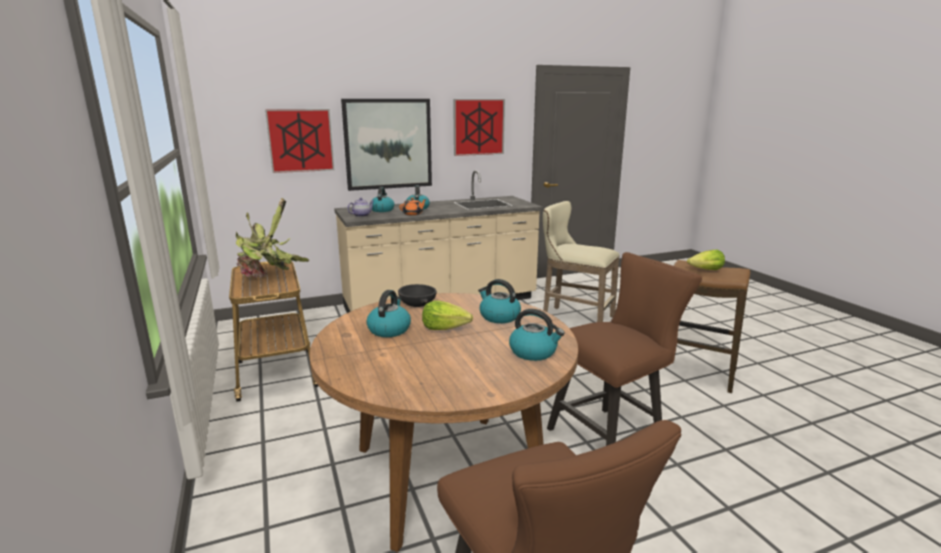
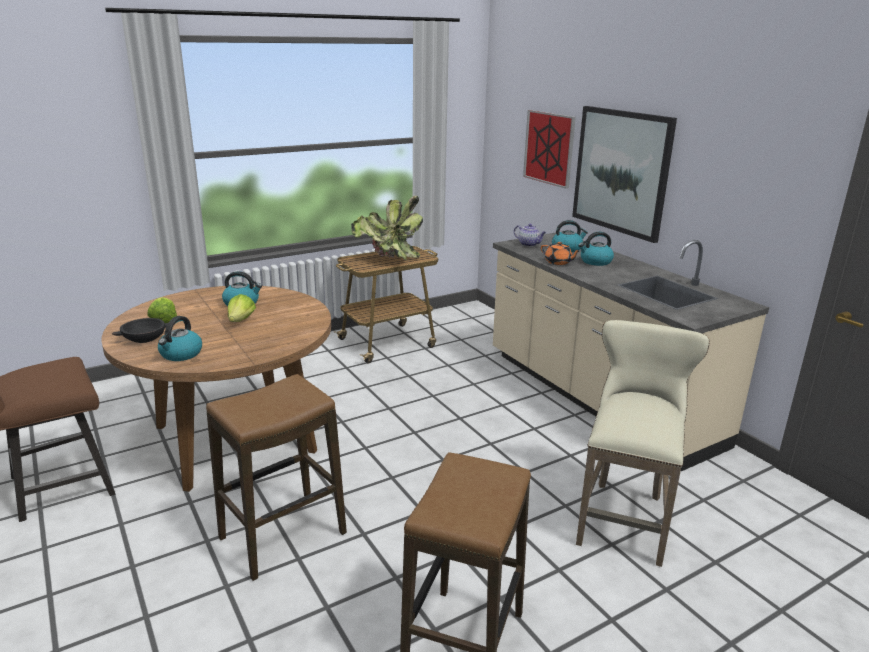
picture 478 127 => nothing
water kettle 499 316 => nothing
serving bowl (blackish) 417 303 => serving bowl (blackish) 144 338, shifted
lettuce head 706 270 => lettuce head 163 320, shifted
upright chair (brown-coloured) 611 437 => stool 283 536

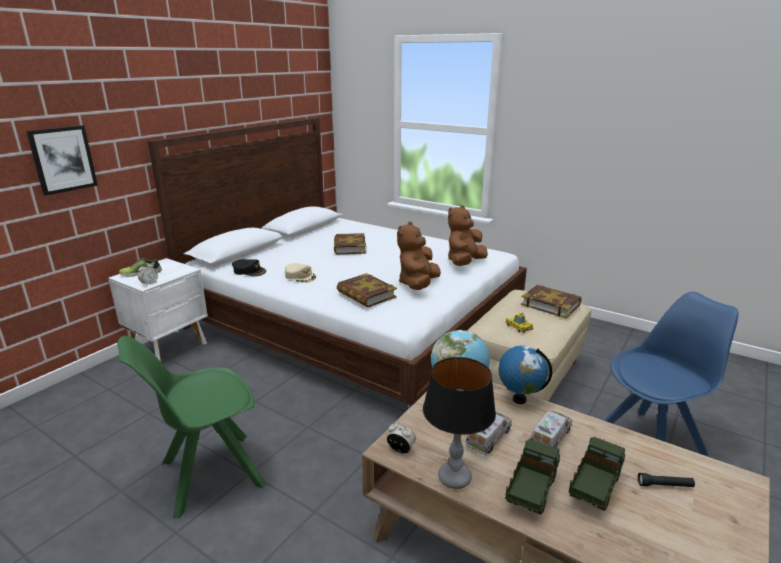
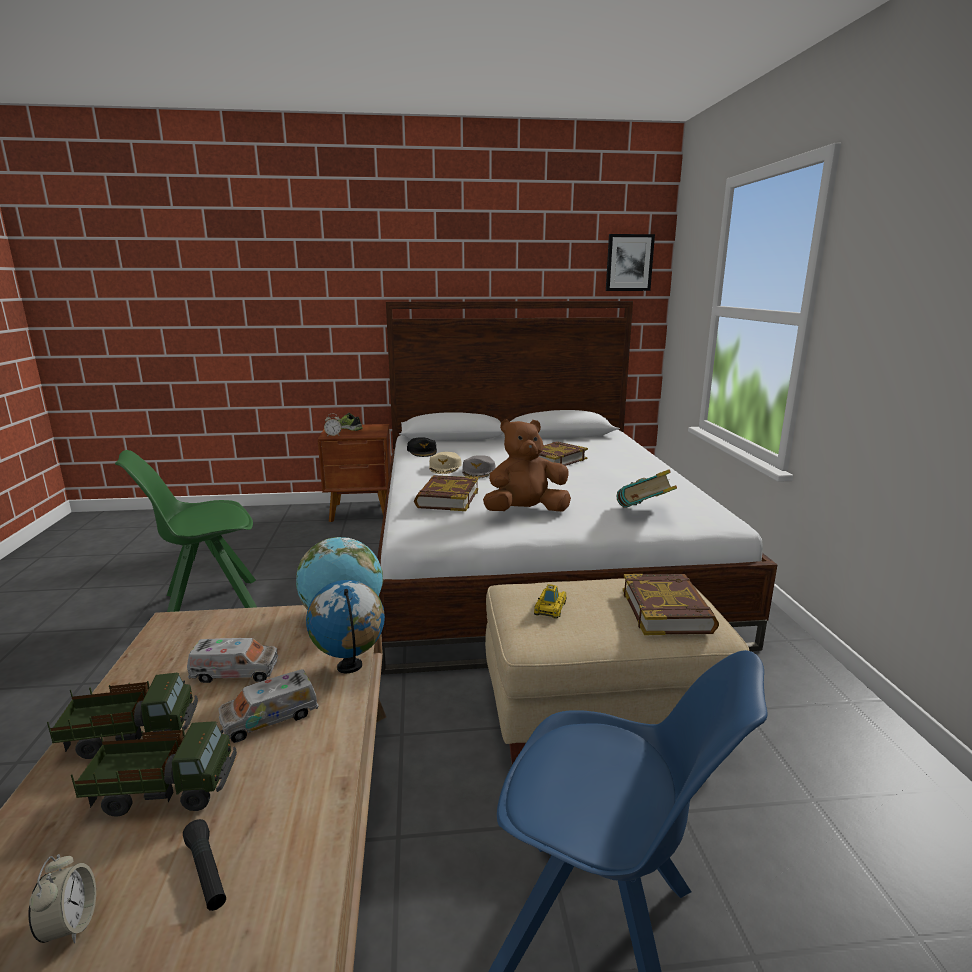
table lamp 454 478 => nothing
nothing => cap (grey) 478 471
picture 62 159 => picture 629 263, shifted
alarm clock 401 449 => alarm clock 70 925, shifted
plush toy (brown-coloured) 464 263 => book 643 514
nightstand (white) 170 347 => nightstand (brown-coloured) 362 512
upright chair (greenish) 209 474 => upright chair (greenish) 208 606, 45 degrees counterclockwise
toy lorry 550 438 => toy lorry 270 718, 150 degrees clockwise

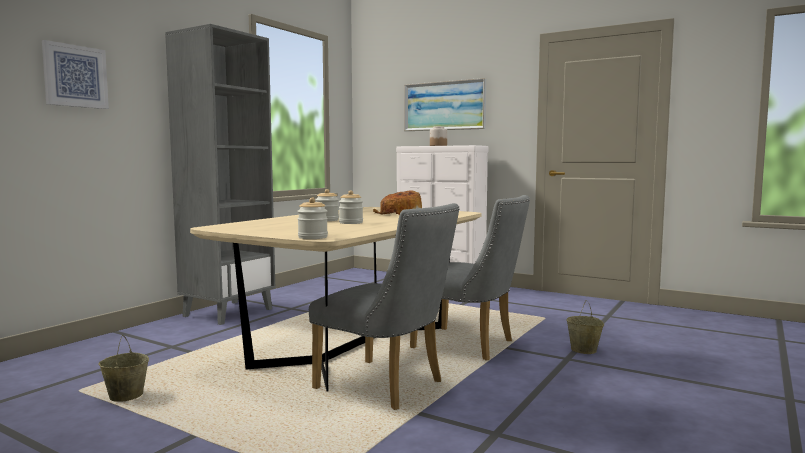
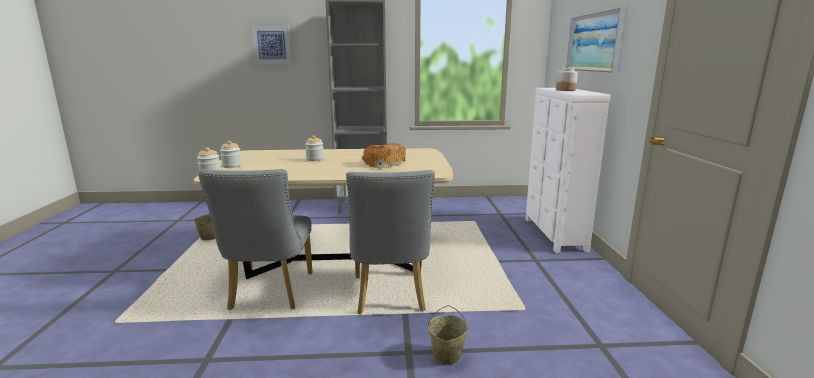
storage jar 351 223 => storage jar 232 166, shifted

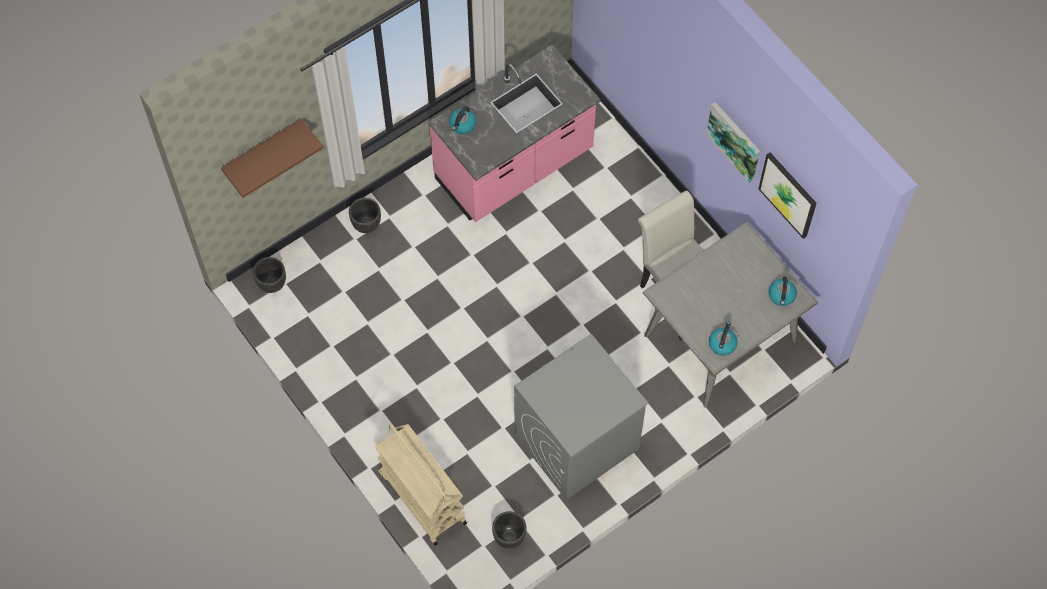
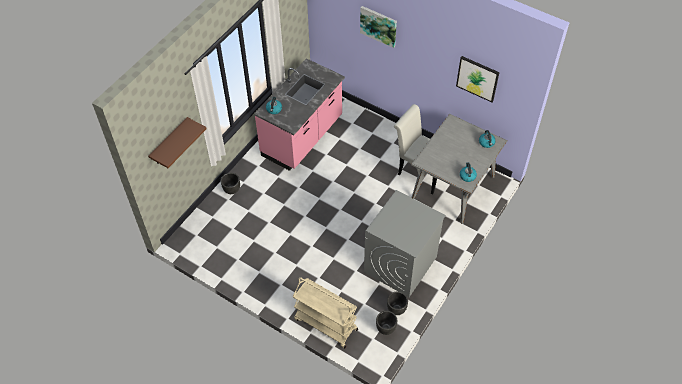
flower pot (blackish) 272 283 => flower pot (blackish) 396 309, shifted
picture 735 141 => picture 378 26, shifted

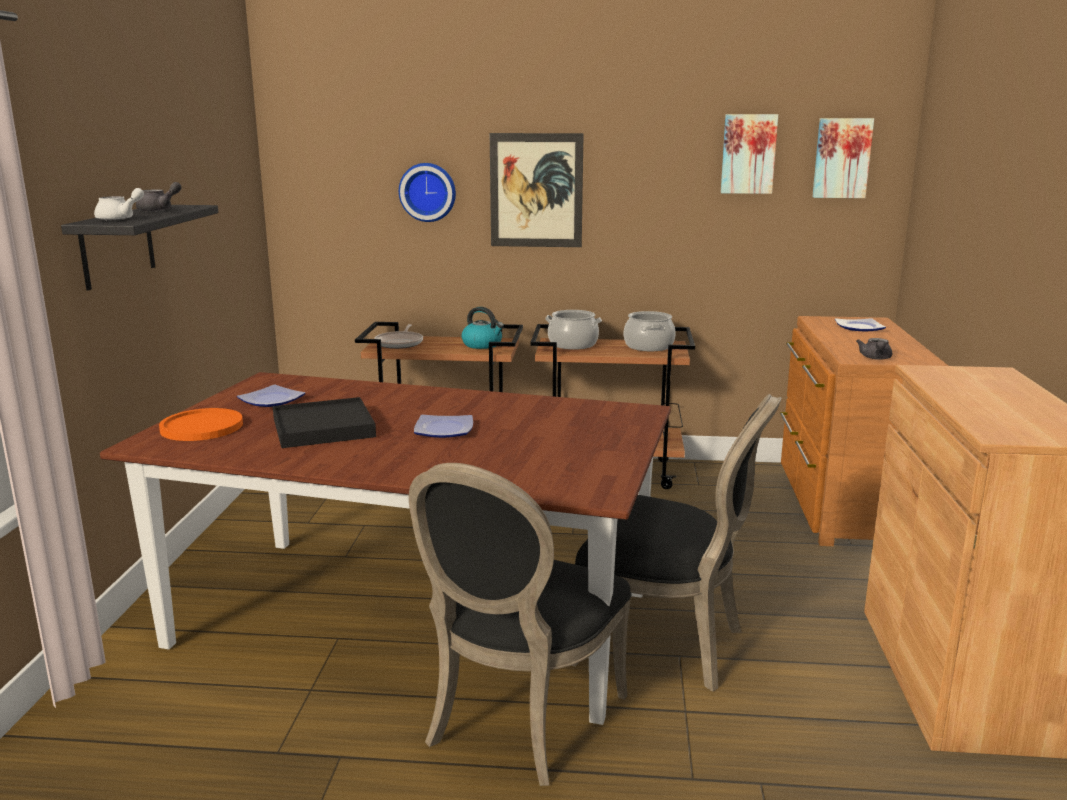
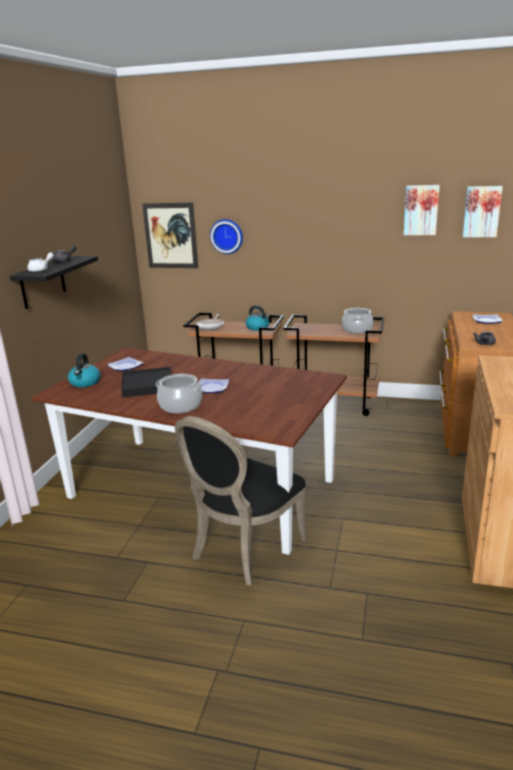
upright chair (blackish) 667 644 => nothing
picture 536 190 => picture 170 236, shifted
saucepot 572 344 => saucepot 180 406, shifted
dinner plate (orange) 201 427 => water kettle 85 383

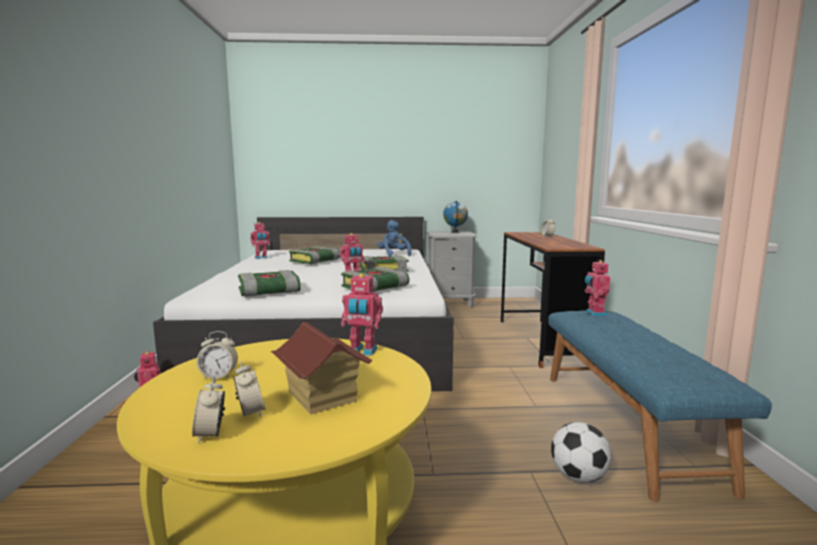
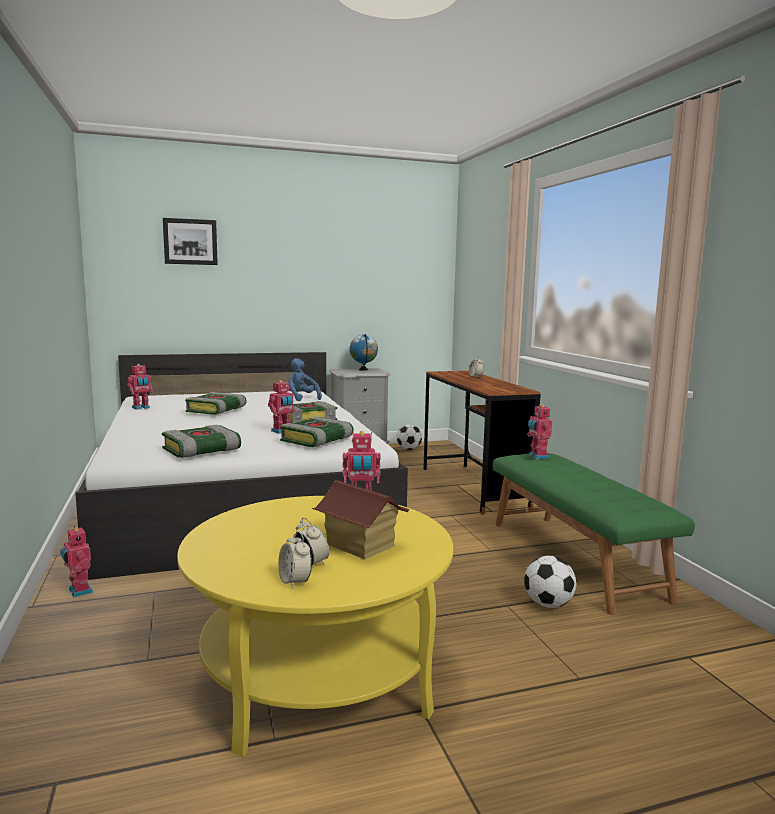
alarm clock 219 376 => nothing
nothing => picture 190 242
nothing => football 408 449
indoor bench (bluish) 626 425 => indoor bench (greenish) 575 558

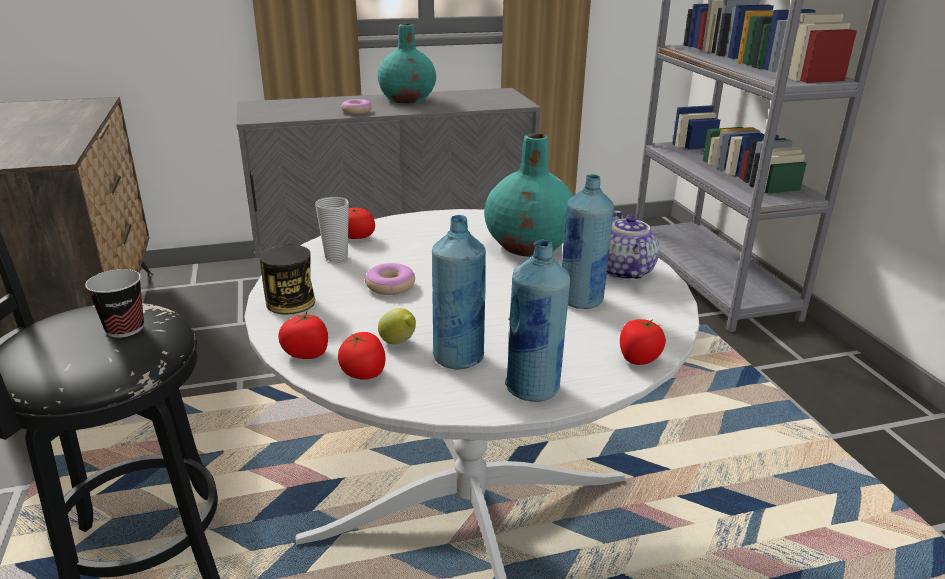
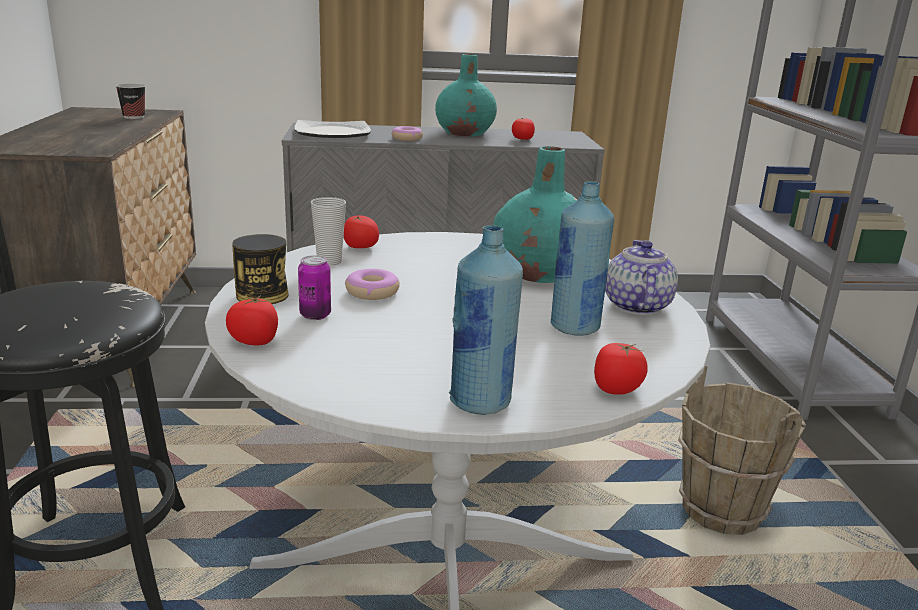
lemon 399 343 => nothing
drink bottle (bluish) 458 357 => nothing
nothing => dinner plate 333 133
nothing => sealed can 315 315
nothing => water bucket (brown-coloured) 721 511
cup 125 329 => cup 134 117, shifted
whole tomato 363 374 => whole tomato 522 139, shifted

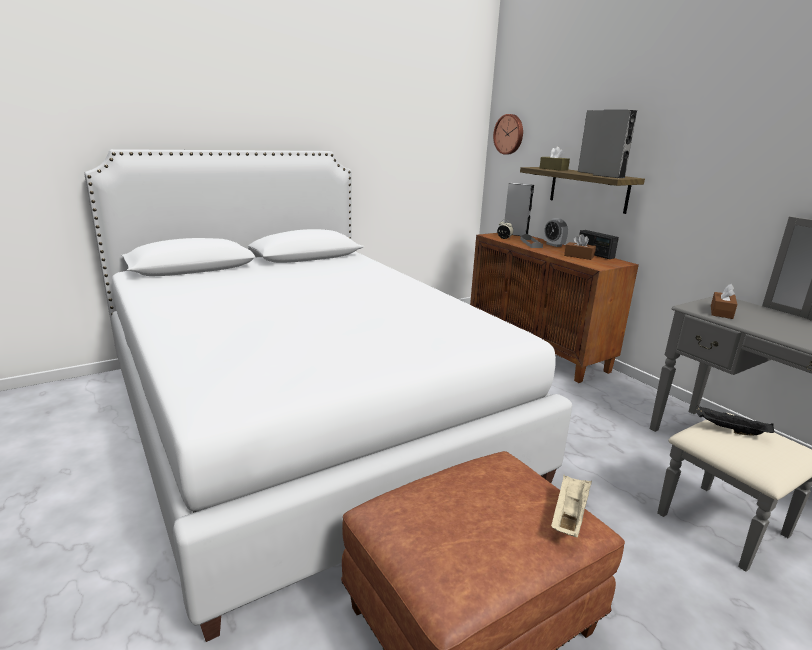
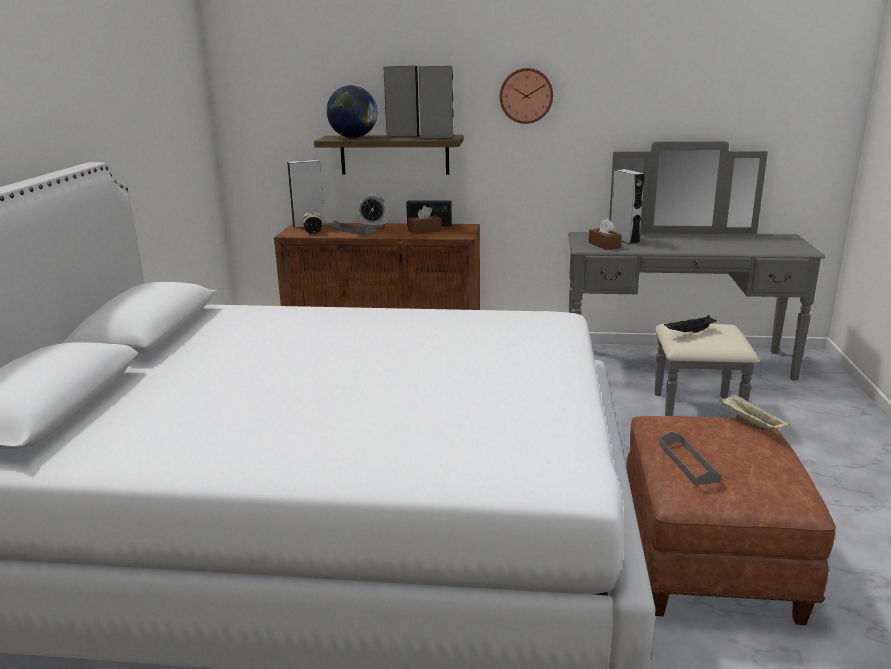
nothing => loudspeaker (grey) 624 239
nothing => serving tray (grey) 688 462
wall clock 509 134 => wall clock 526 95, shifted
tissue box (brown-coloured) 553 169 => globe 353 137

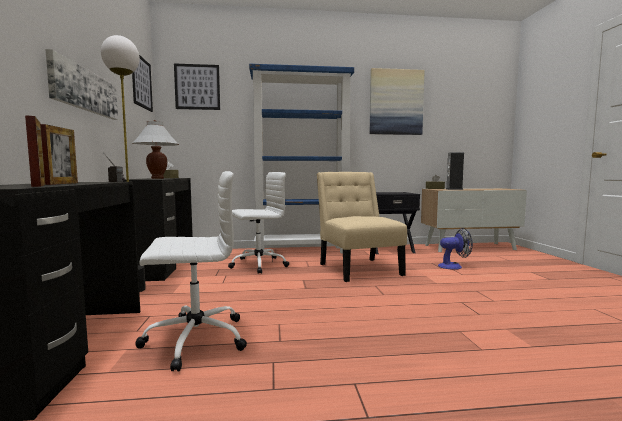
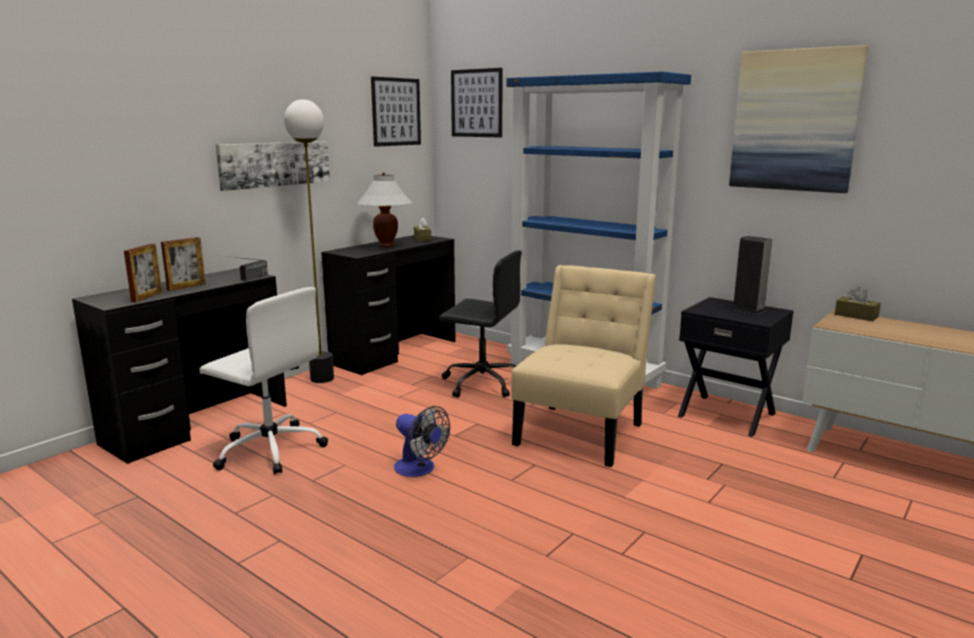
electric fan 454 266 => electric fan 420 469, shifted
loudspeaker 454 189 => loudspeaker 748 309, shifted
computer chair (white) 257 265 => computer chair (blackish) 481 383

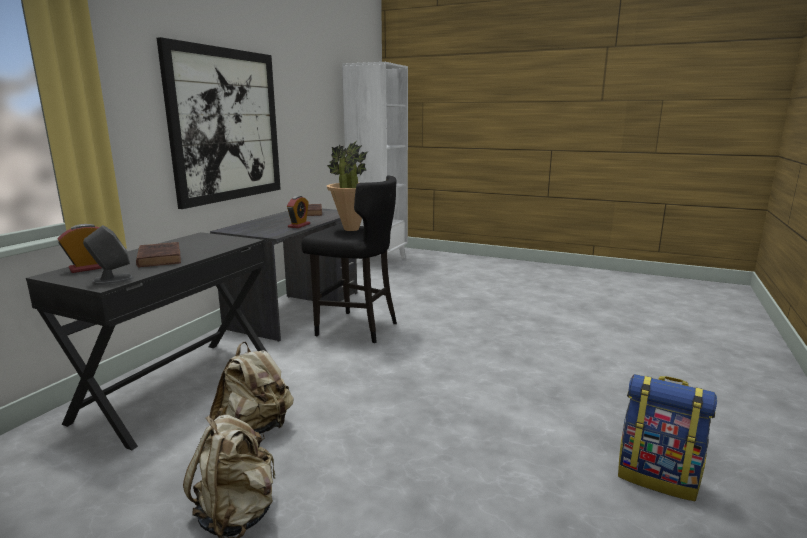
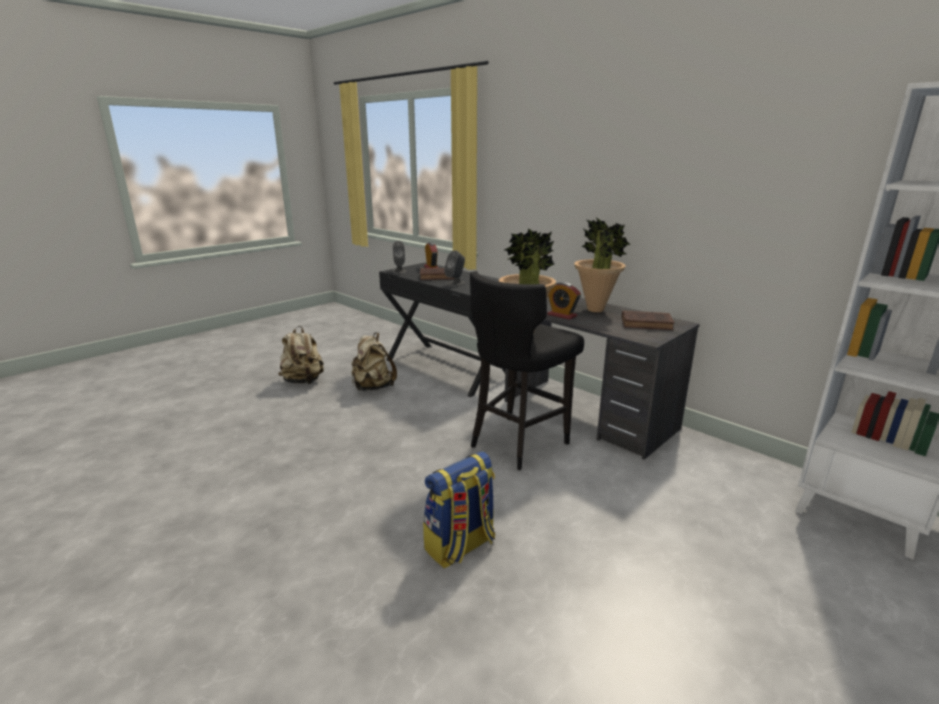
picture 226 125 => nothing
nothing => loudspeaker (grey) 455 284
nothing => potted plant 596 310
backpack 658 477 => backpack 460 546, shifted

